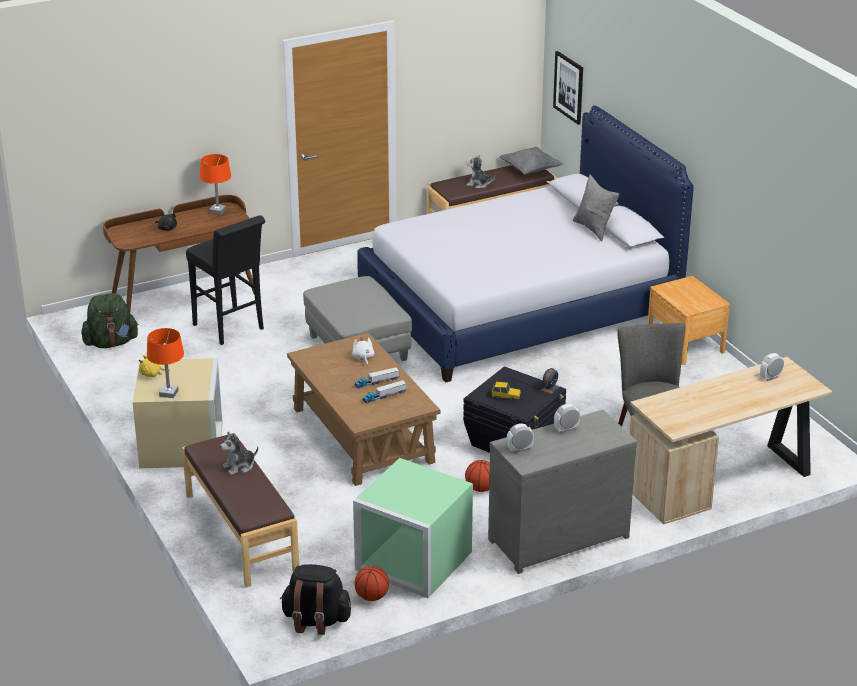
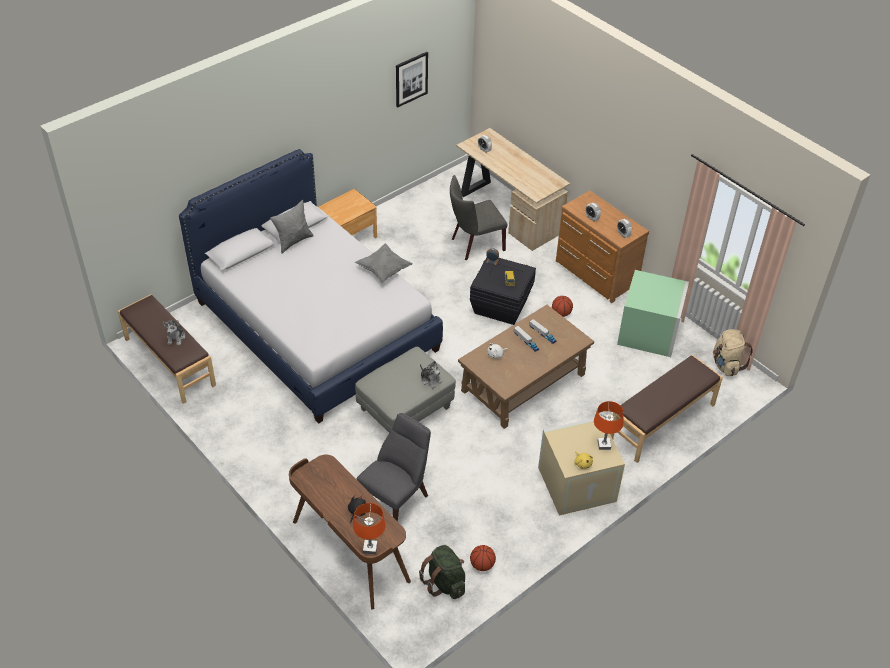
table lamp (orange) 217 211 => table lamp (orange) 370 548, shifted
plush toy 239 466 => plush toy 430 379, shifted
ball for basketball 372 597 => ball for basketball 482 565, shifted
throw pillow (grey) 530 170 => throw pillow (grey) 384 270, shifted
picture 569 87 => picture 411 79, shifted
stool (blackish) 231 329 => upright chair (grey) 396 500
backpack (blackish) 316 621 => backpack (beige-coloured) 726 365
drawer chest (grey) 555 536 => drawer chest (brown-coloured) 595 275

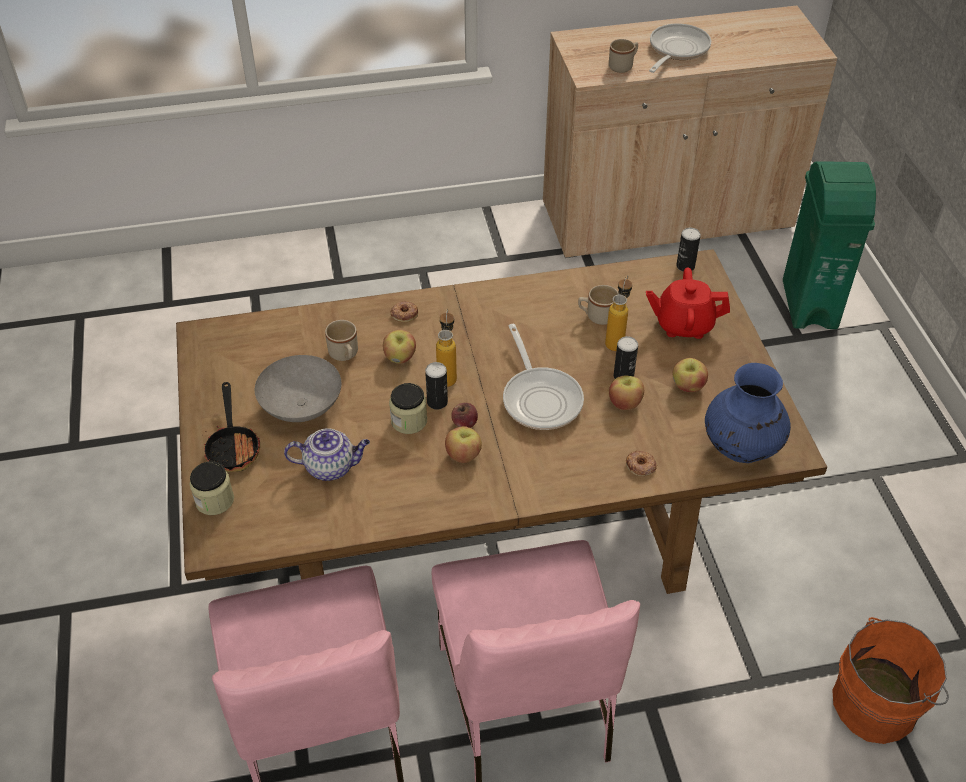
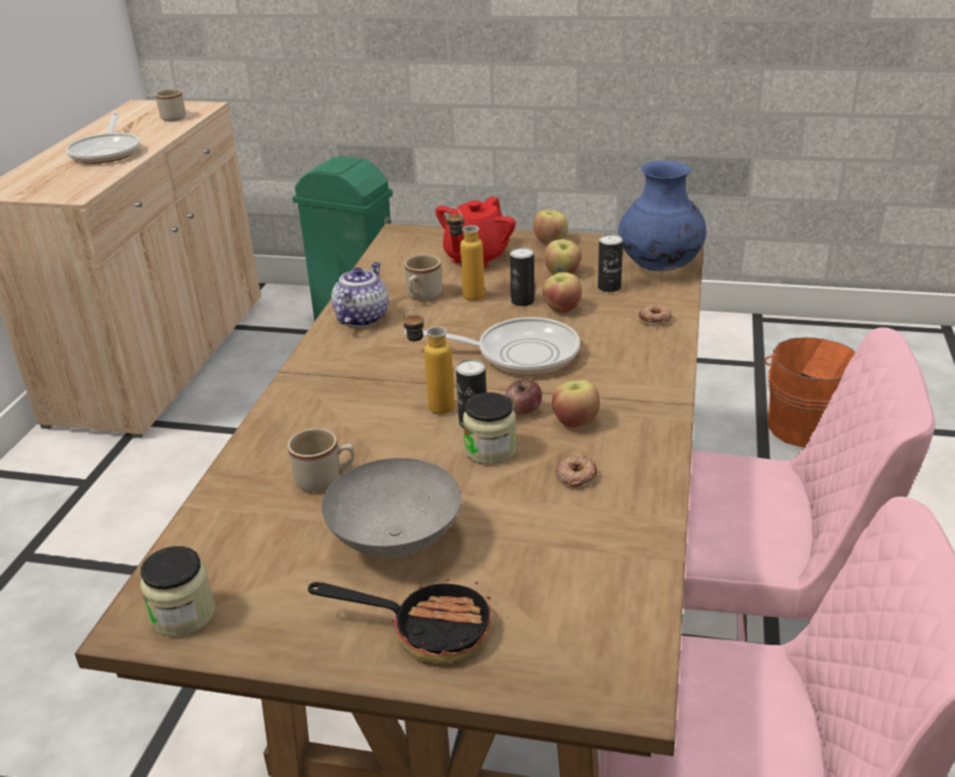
storage jar 214 500 => storage jar 183 615, shifted
teapot 331 467 => teapot 362 317, shifted
apple 400 358 => apple 550 241, shifted
donut 404 313 => donut 576 476, shifted
mug (beige-coloured) 623 66 => mug (beige-coloured) 173 117, shifted
sealed can 685 266 => sealed can 609 287, shifted
frying pan 676 50 => frying pan 107 152, 150 degrees counterclockwise

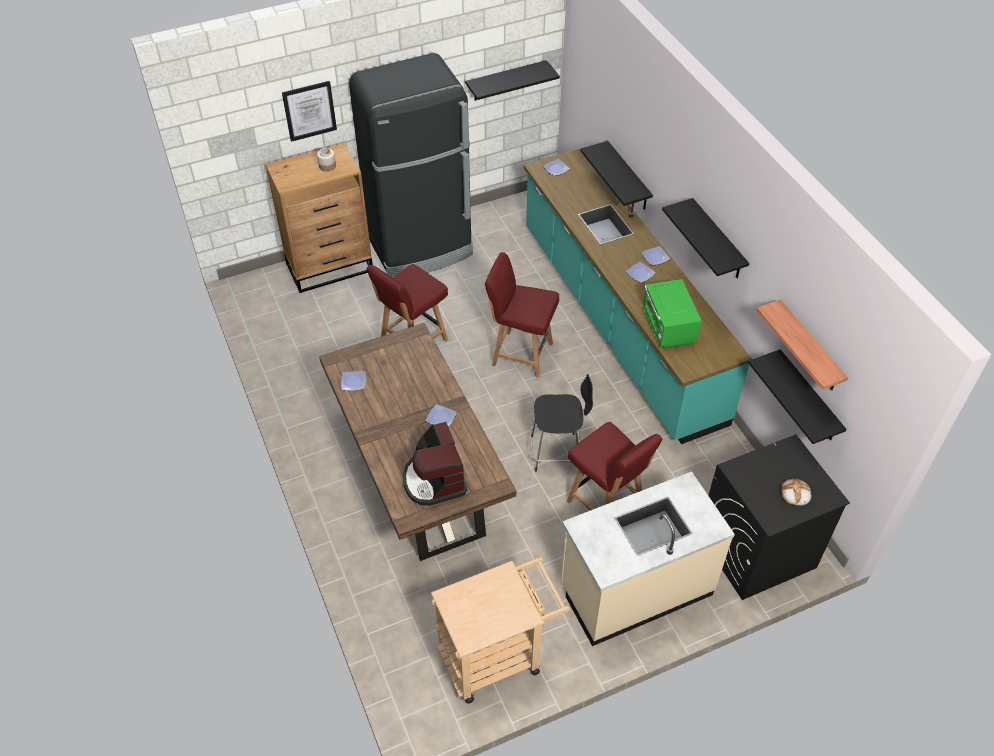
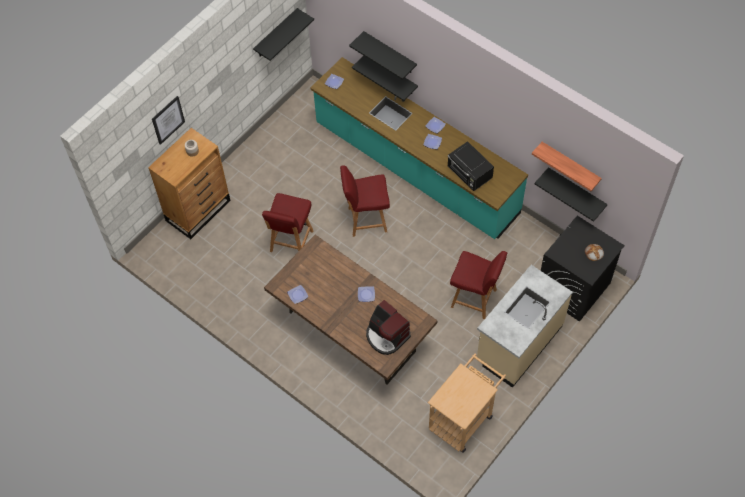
kitchen fridge (blackish) 421 248 => nothing
stool (blackish) 557 452 => nothing
bracket shelf (blackish) 718 240 => bracket shelf (blackish) 390 53, shifted
microwave (greenish) 668 328 => microwave (blackish) 469 174

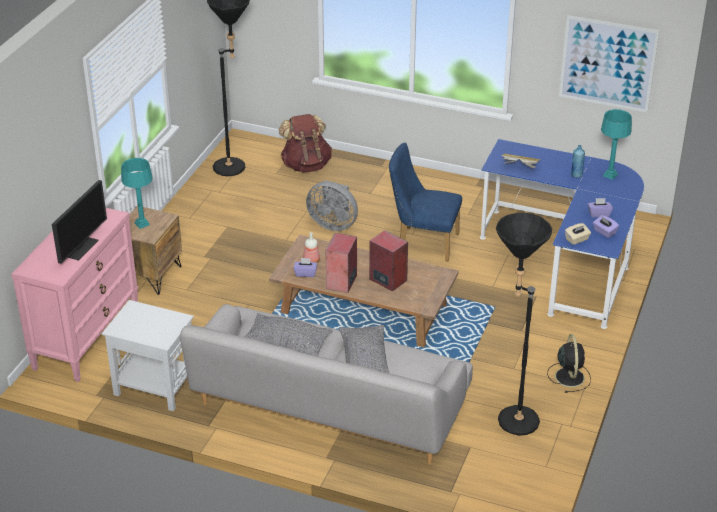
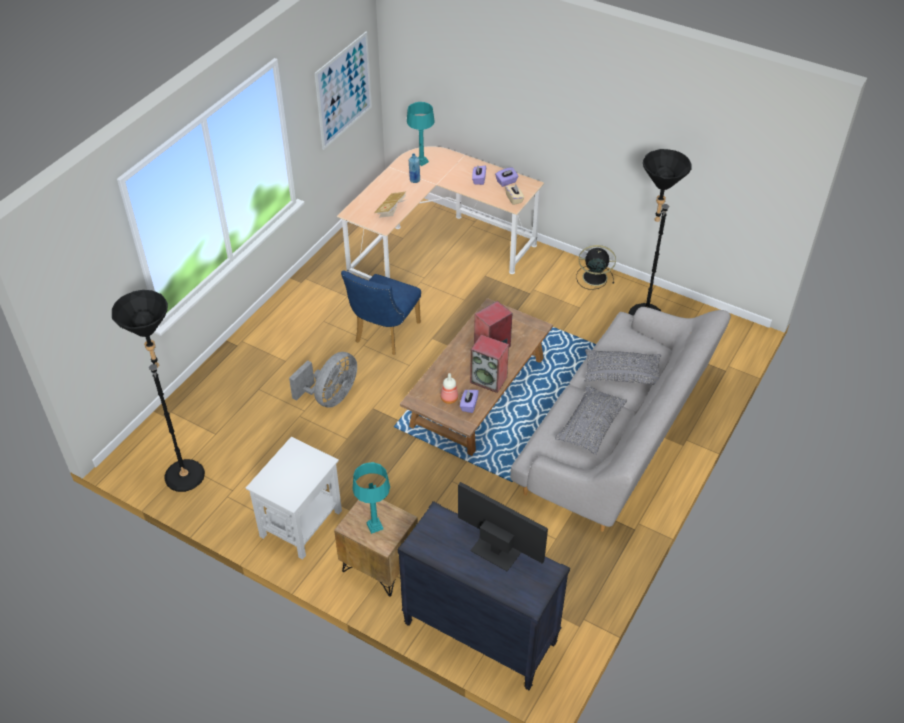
backpack (brown-coloured) 306 165 => nothing
accent table (white) 154 386 => accent table (white) 300 524, shifted
drawer chest (pink) 86 337 => drawer chest (blackish) 479 634
desk table (bluish) 567 259 => desk table (beige-coloured) 437 247

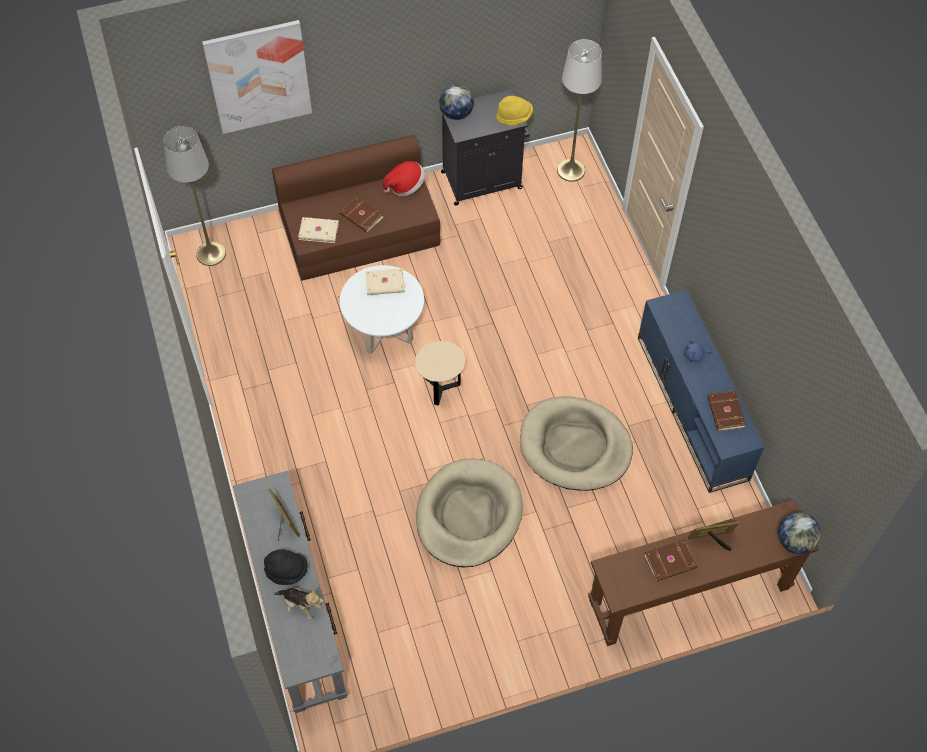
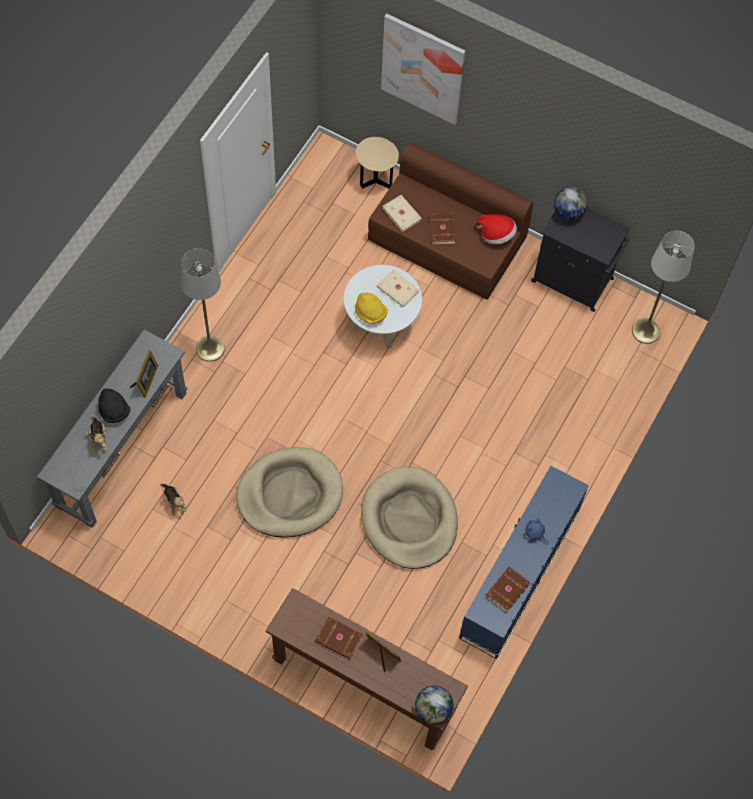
nothing => plush toy 173 502
standard lamp (grey) 211 254 => standard lamp (grey) 210 348, shifted
accent table (beige-coloured) 440 389 => accent table (beige-coloured) 376 180, shifted
clothing hat (yellow) 514 117 => clothing hat (yellow) 370 313, shifted

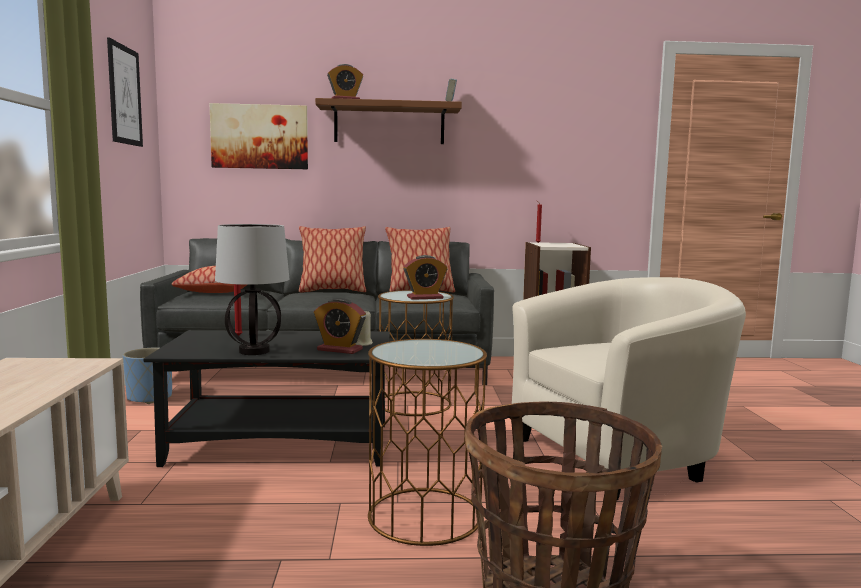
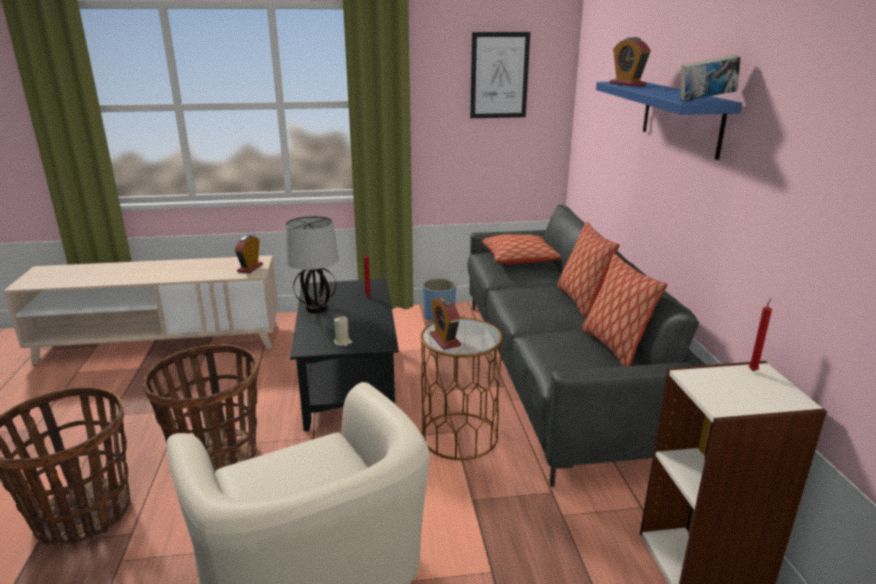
picture 260 137 => nothing
alarm clock 339 349 => alarm clock 250 268, shifted
accent table (brown-coloured) 425 515 => basket 216 457
bracket shelf (brown-coloured) 389 124 => bracket shelf (bluish) 681 117

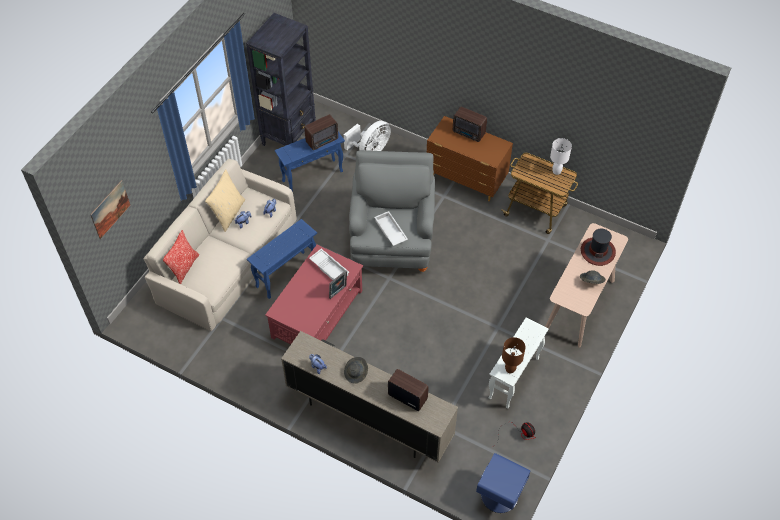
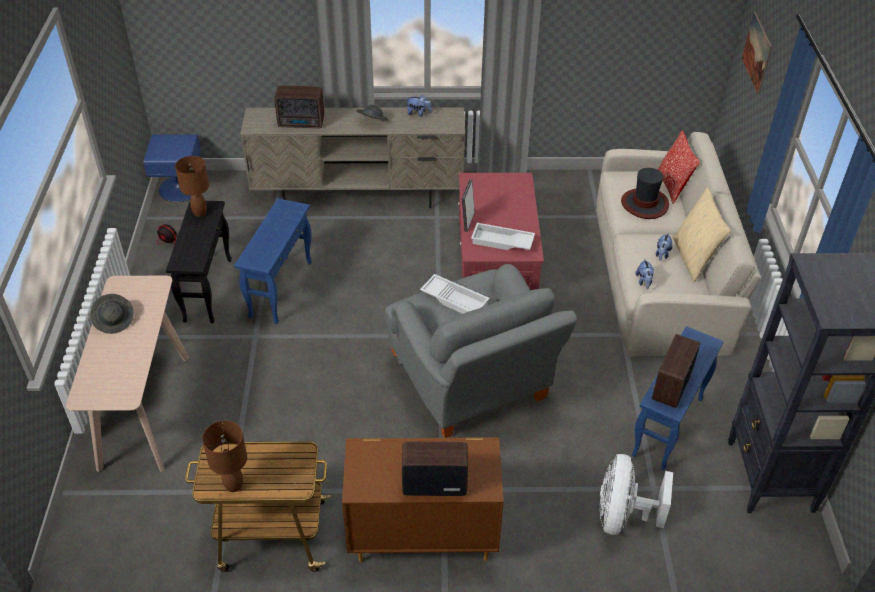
accent table (bluish) 286 275 => accent table (bluish) 281 289, shifted
clothing hat 597 251 => clothing hat 645 204, shifted
accent table (white) 514 378 => accent table (blackish) 208 290
table lamp (white) 556 171 => table lamp (brown-coloured) 234 486

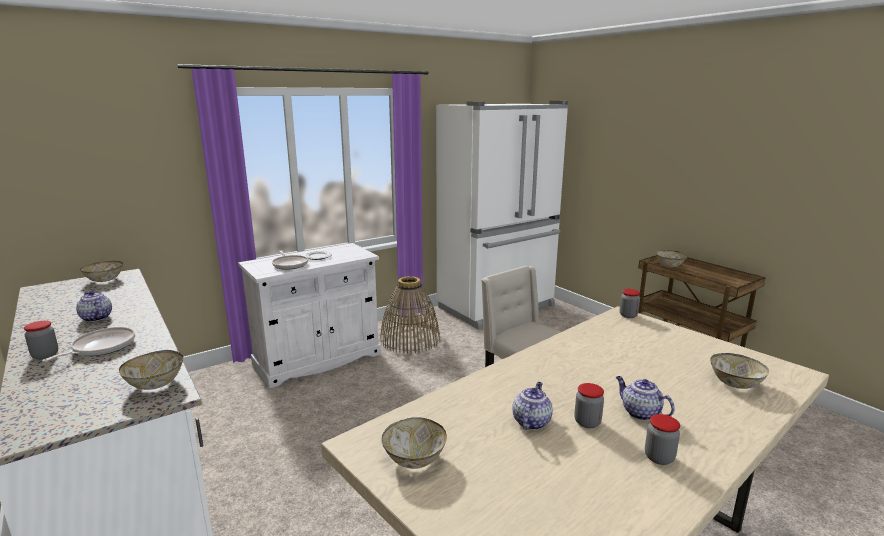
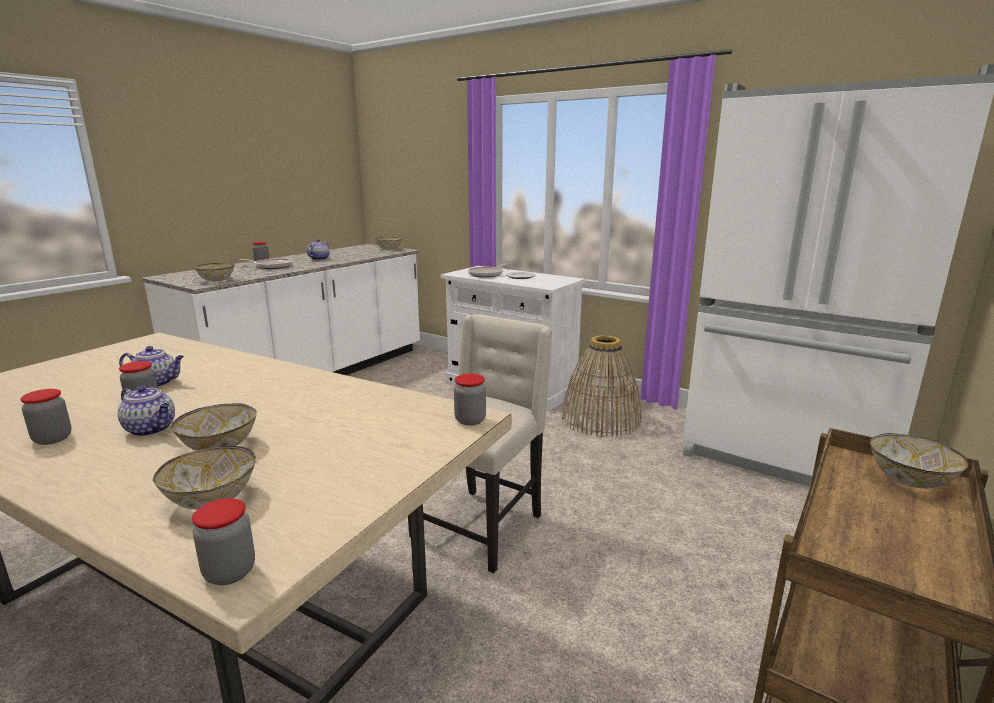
nothing => storage jar 230 572
serving bowl 414 459 => serving bowl 219 446, shifted
teapot 639 412 => teapot 152 429, 90 degrees clockwise

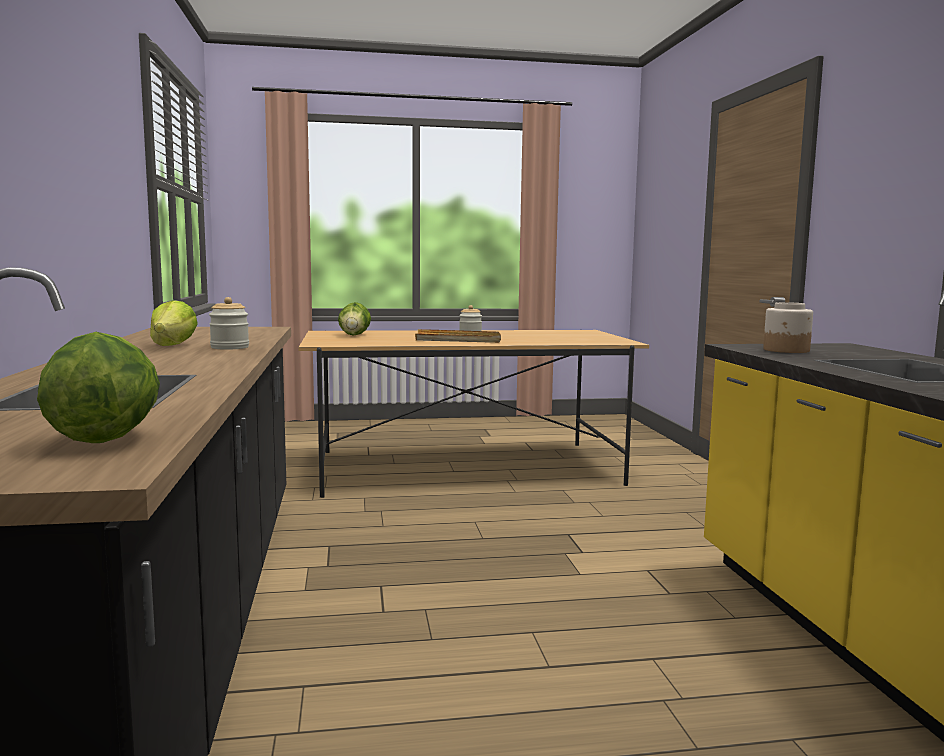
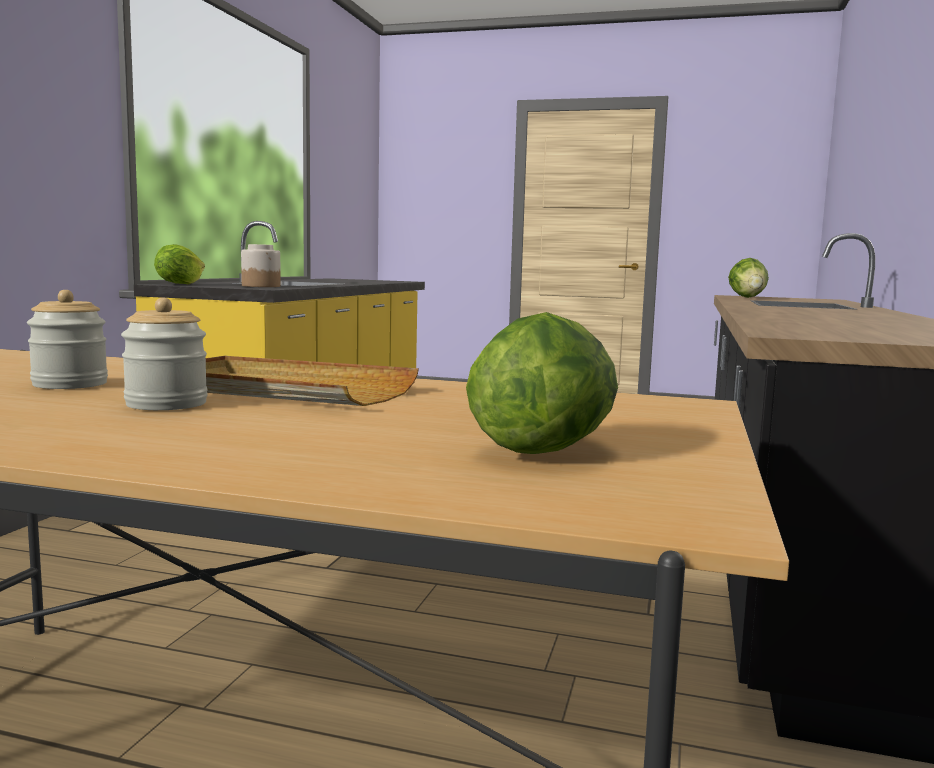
lettuce head 173 345 => lettuce head 179 284, shifted
storage jar 230 347 => storage jar 70 384, shifted

